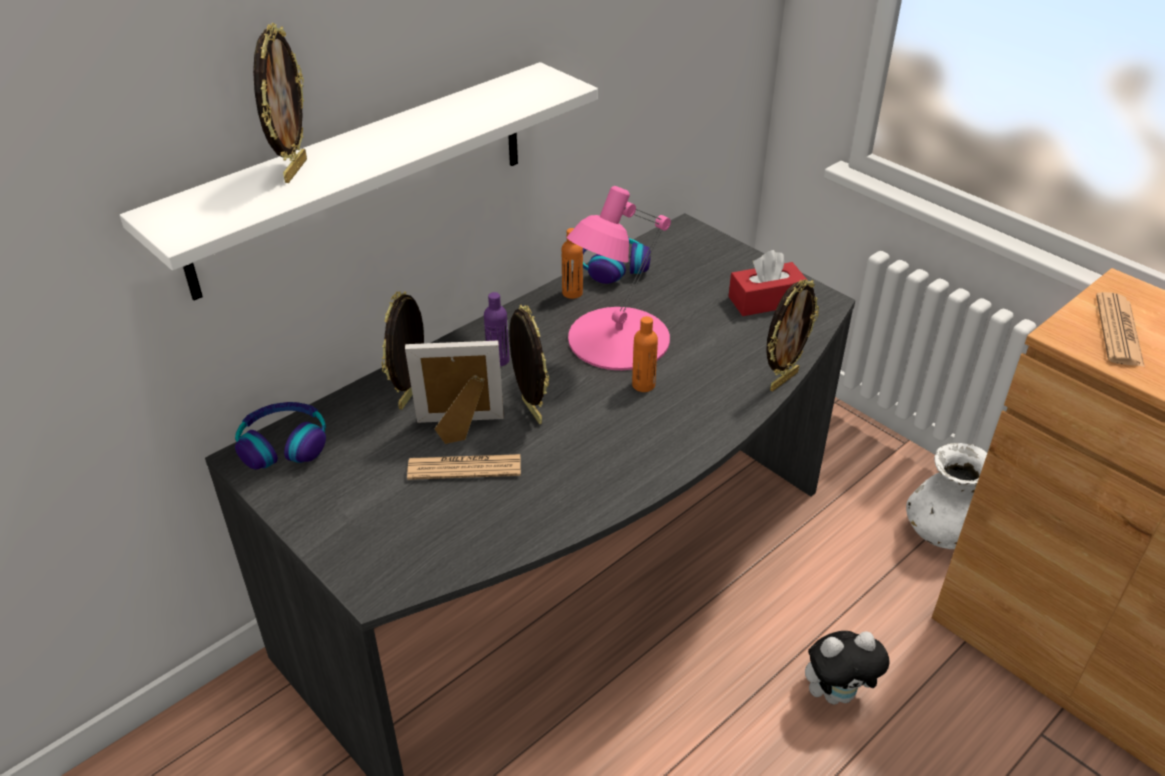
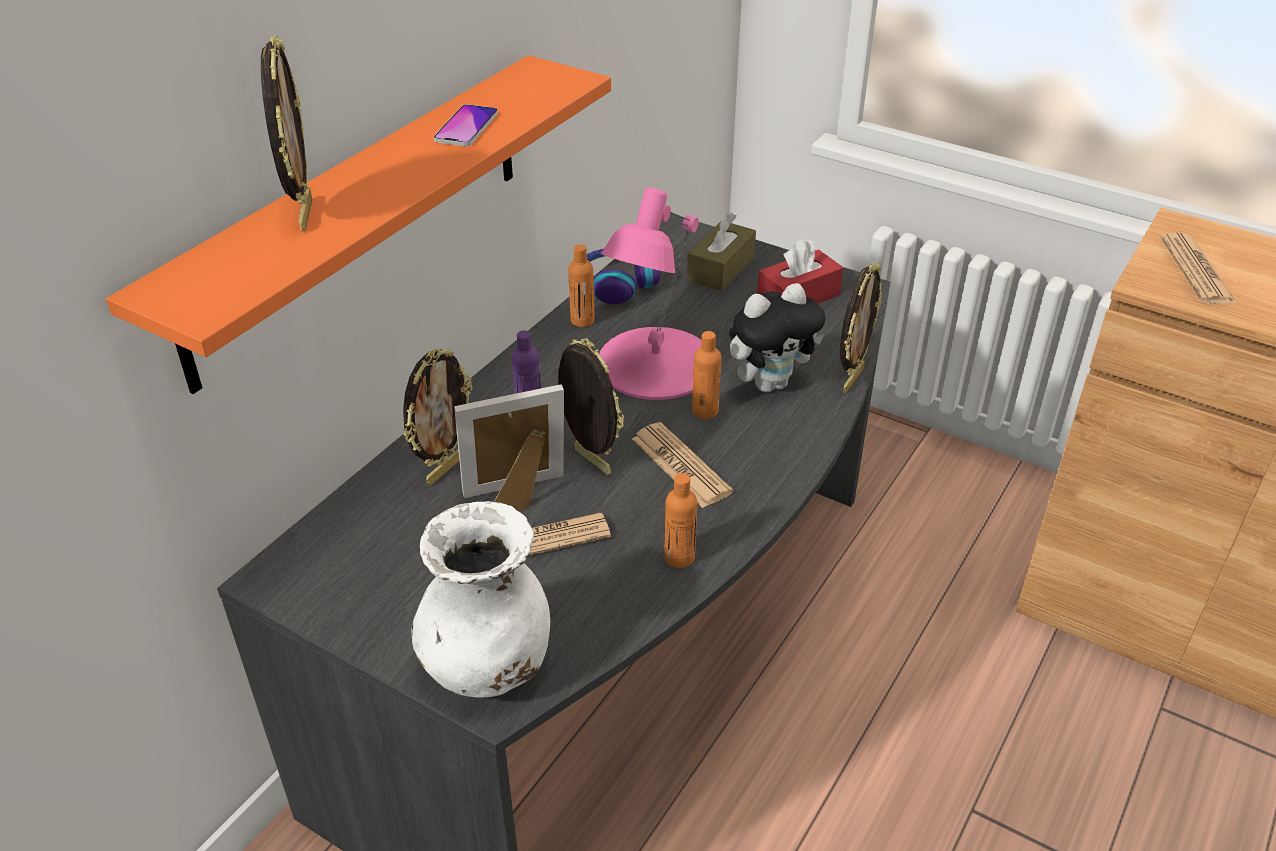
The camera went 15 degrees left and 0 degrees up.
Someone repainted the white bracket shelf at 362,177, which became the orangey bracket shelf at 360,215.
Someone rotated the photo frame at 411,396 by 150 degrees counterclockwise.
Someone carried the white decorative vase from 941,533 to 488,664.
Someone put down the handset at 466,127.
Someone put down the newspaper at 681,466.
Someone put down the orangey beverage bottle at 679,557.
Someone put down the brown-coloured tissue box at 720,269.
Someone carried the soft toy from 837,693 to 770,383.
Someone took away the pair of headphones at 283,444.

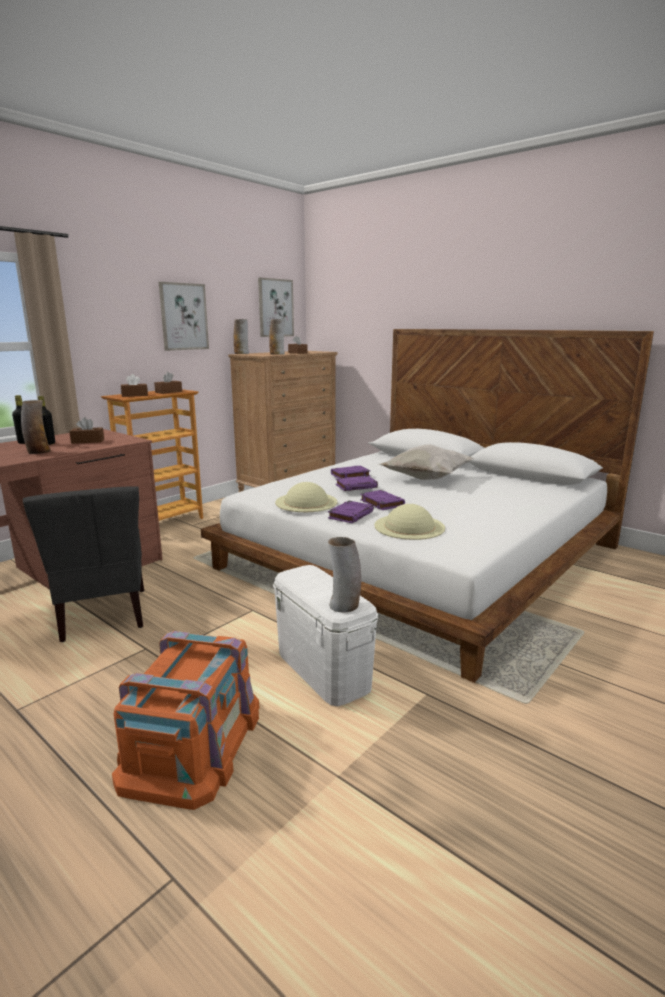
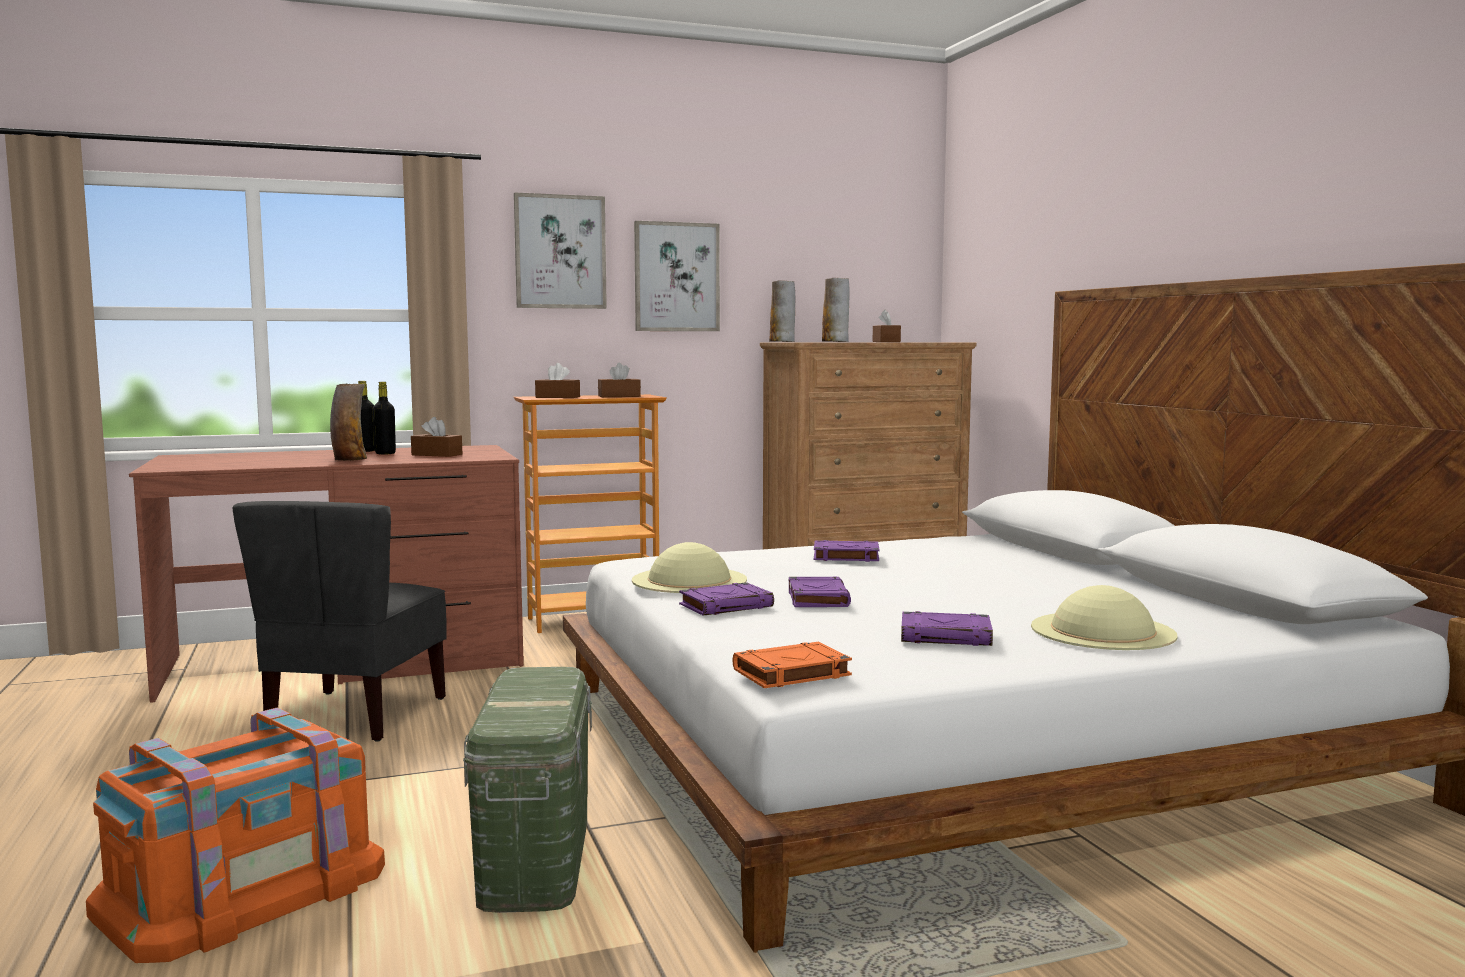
The camera went 30 degrees right and 10 degrees down.
Someone repainted the white storage container at 323,669, which became the greenish storage container at 536,859.
Someone carried the wall art from 275,308 to 560,252.
Someone put down the orangey book at 790,673.
Someone carried the purplish book from 356,486 to 946,636.
Someone carried the beige wearable hat from 409,526 to 1102,630.
Someone took away the decorative vase at 344,606.
Someone took away the white cushion at 426,479.

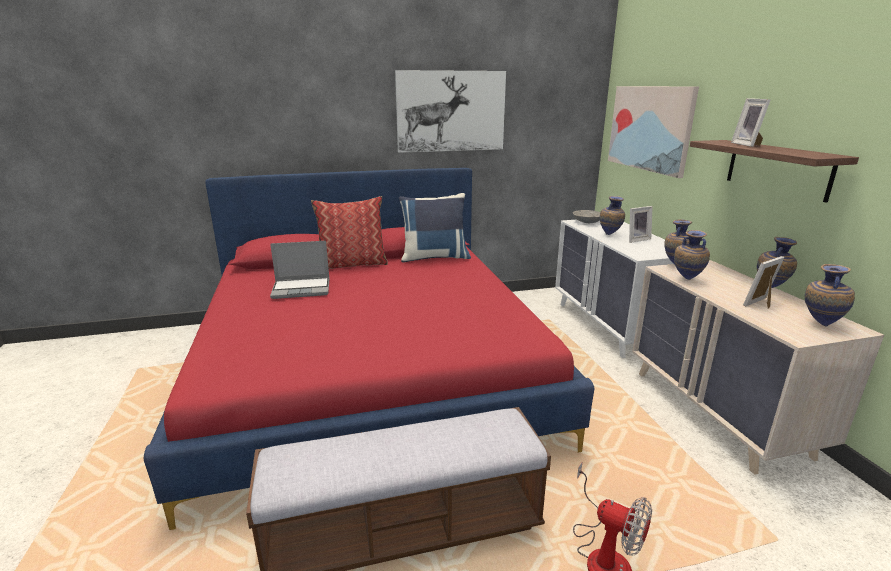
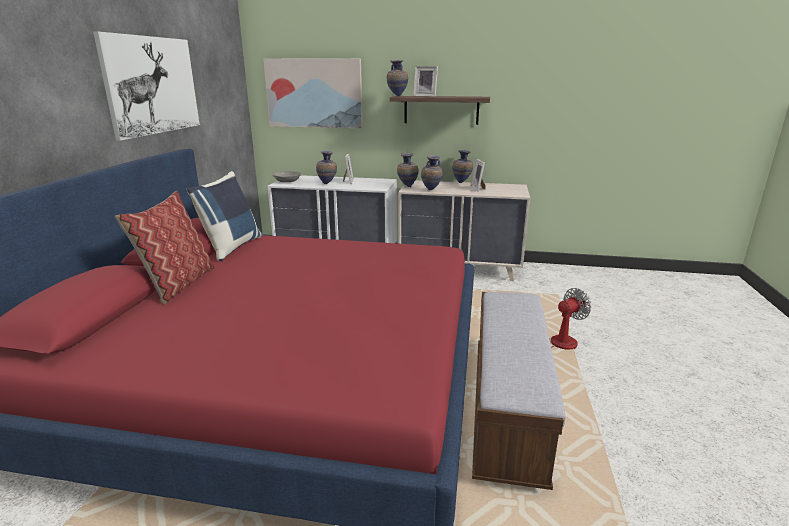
The camera went 65 degrees left and 0 degrees up.
Someone carried the decorative vase from 819,324 to 396,96.
Someone took away the laptop at 302,289.

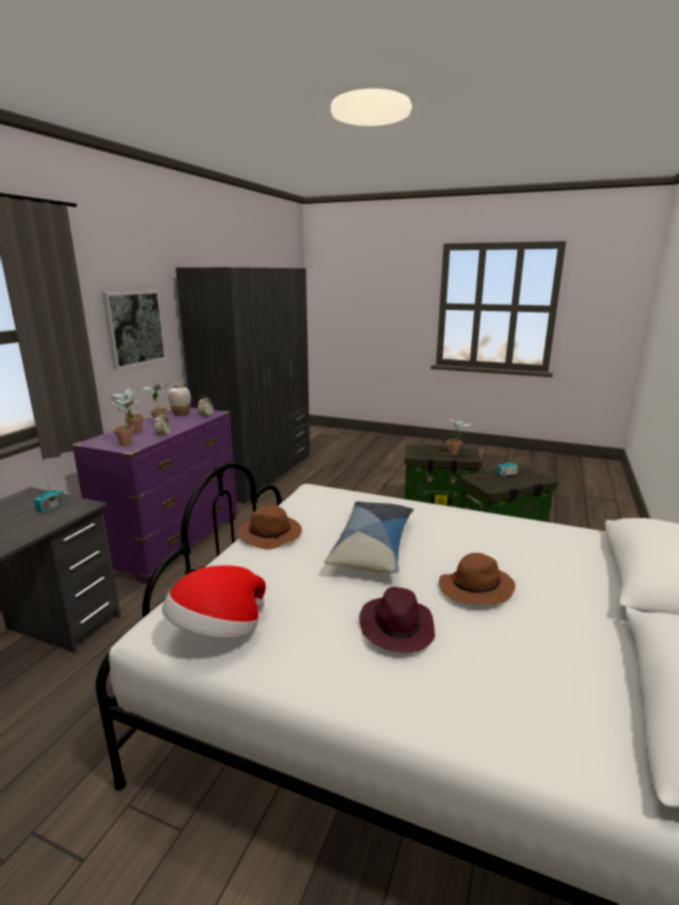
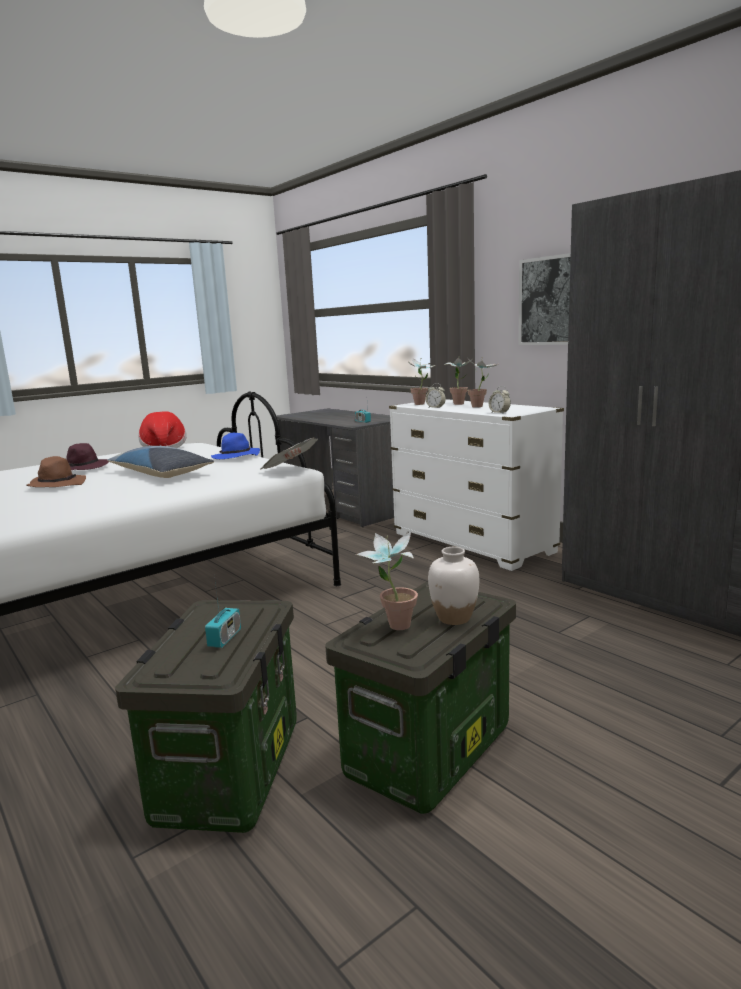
The camera went 120 degrees right and 5 degrees down.
Someone repainted the brown-coloured wearable hat at 271,535, which became the bluish wearable hat at 236,457.
Someone put down the newspaper at 290,470.
Someone repainted the purplish drawer chest at 173,542, which became the white drawer chest at 472,543.
Someone carried the white decorative vase from 181,414 to 454,618.

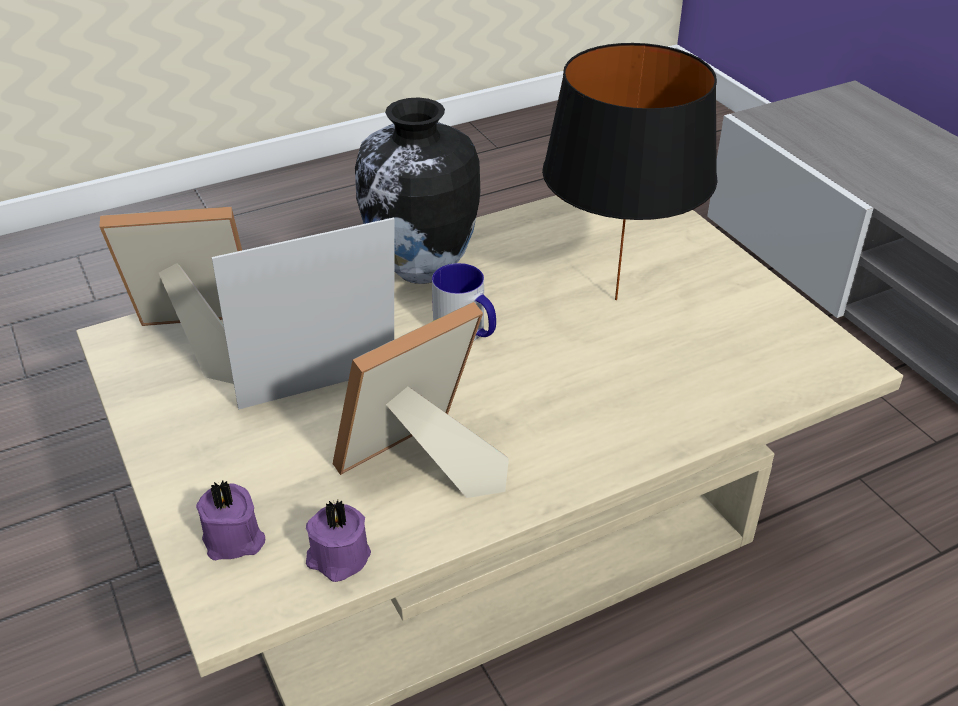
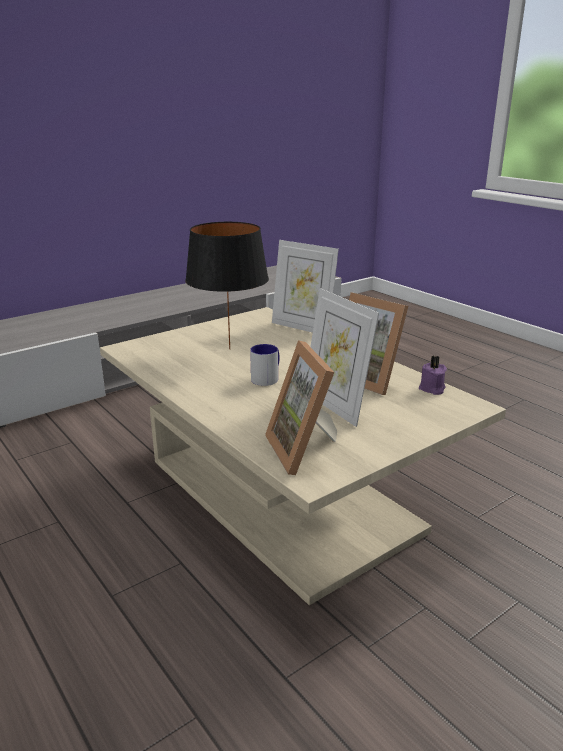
The camera went 100 degrees left and 15 degrees down.
Someone put down the photo frame at 303,327.
Someone took away the purplish wax candle at 234,541.
Someone took away the decorative vase at 421,271.

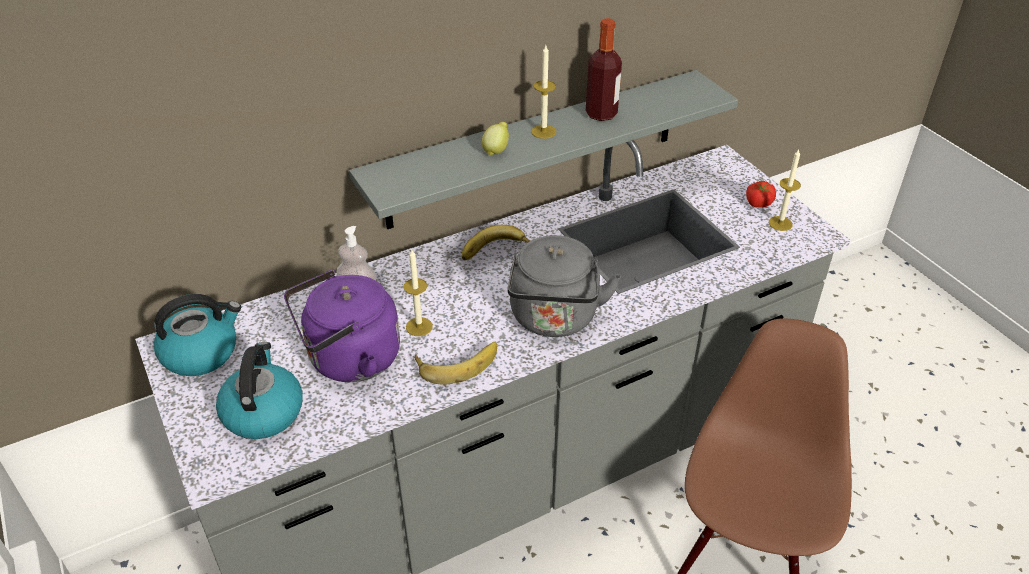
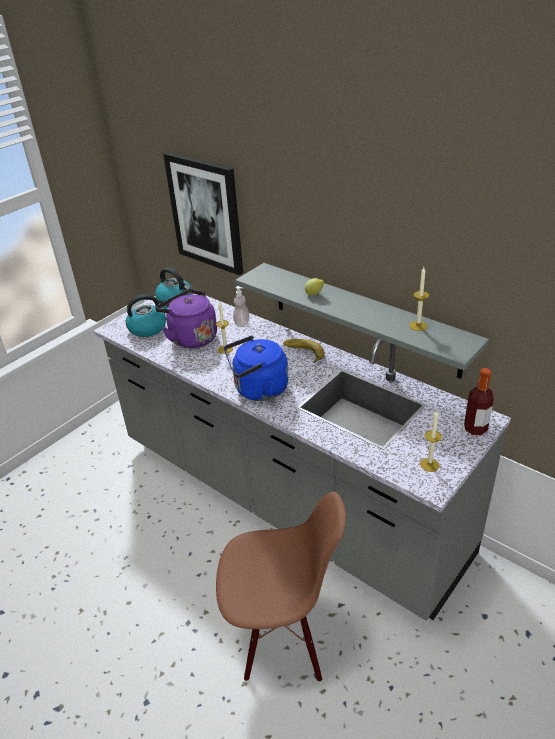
The camera went 70 degrees right and 5 degrees down.
Someone put up the wall art at 206,213.
Someone repainted the grey kettle at 554,319, which became the bluish kettle at 258,390.
Someone carried the wax candle from 543,131 to 418,326.
Someone carried the beverage bottle from 601,114 to 475,429.
Someone took away the whole banana at 457,362.
Someone took away the tomato at 758,202.

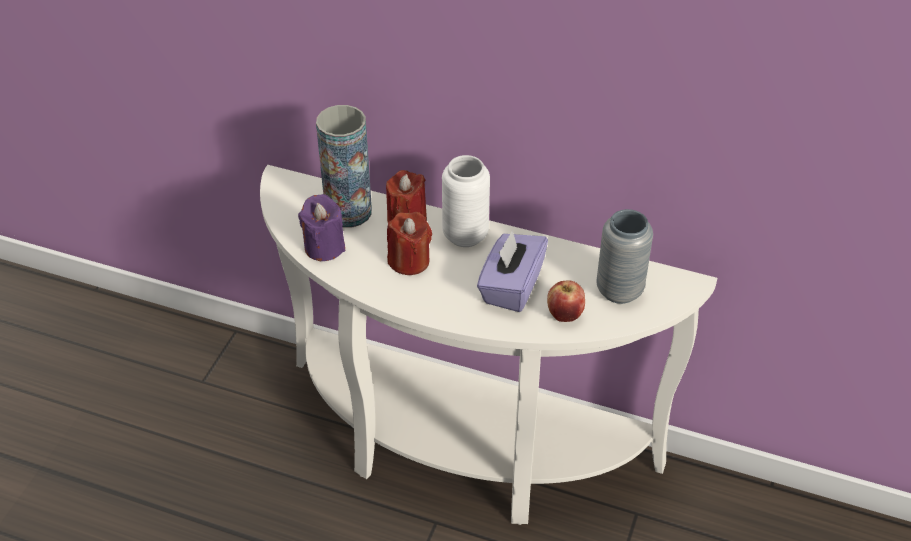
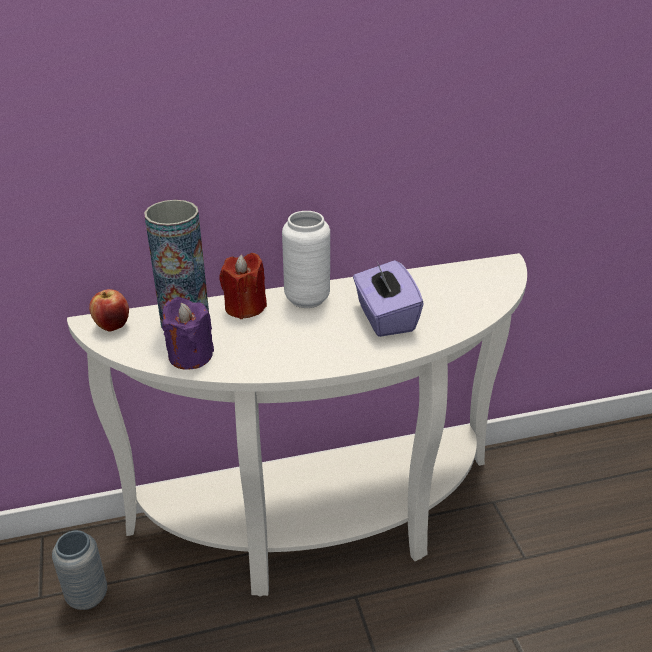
The camera went 35 degrees left and 10 degrees down.
Someone carried the grey decorative vase from 619,290 to 87,596.
Someone carried the apple from 565,315 to 113,326.
Someone took away the red wax candle at 409,261.

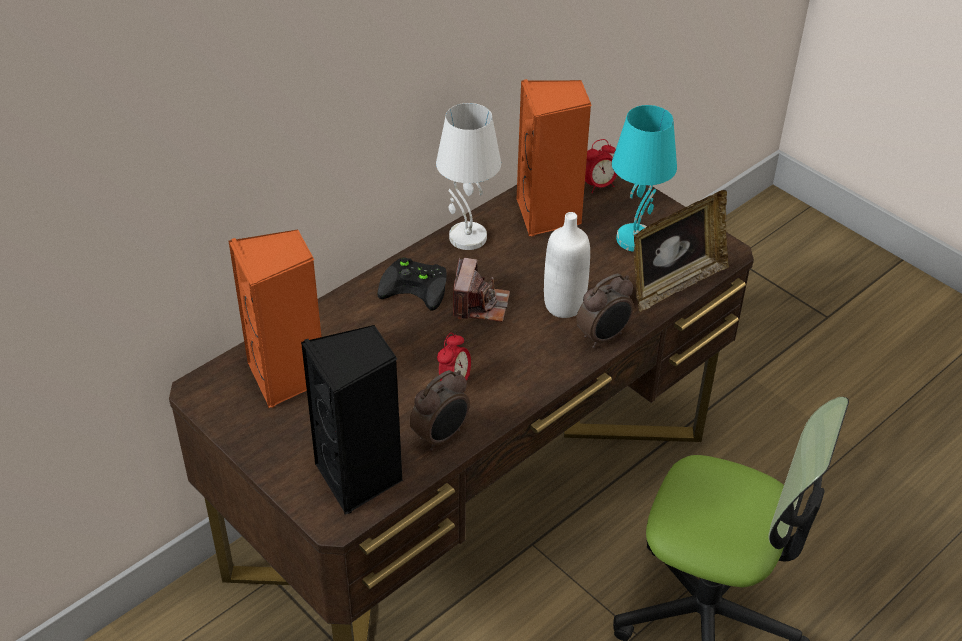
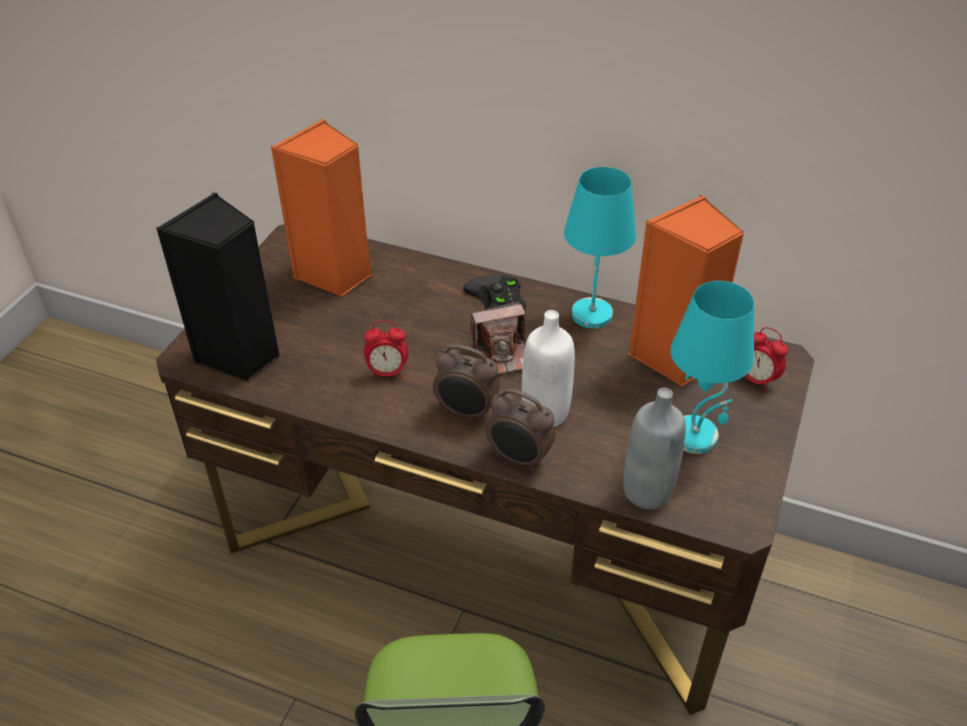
The camera went 65 degrees right and 0 degrees up.
Someone carried the alarm clock from 441,436 to 466,412.
Someone repainted the white tabletop lamp at 466,237, which became the turquoise tabletop lamp at 591,314.
Someone swapped the photo frame at 674,284 for the grey beverage bottle at 647,492.

